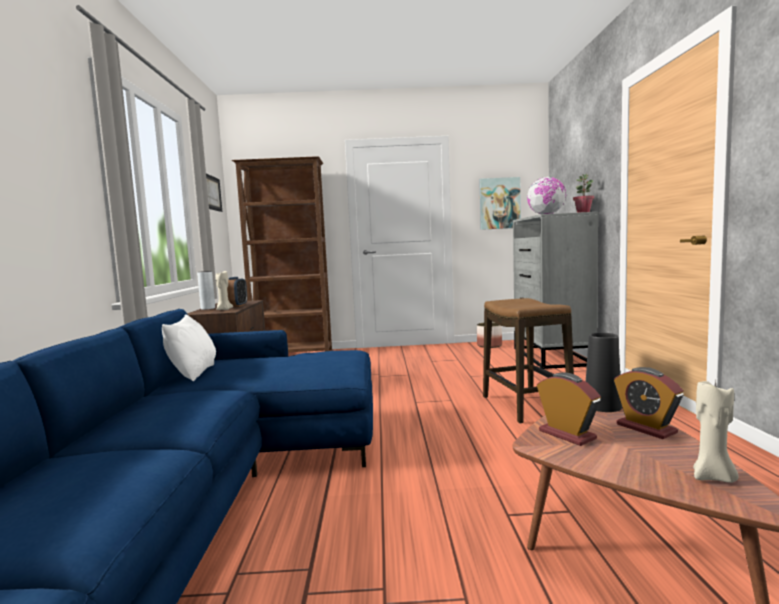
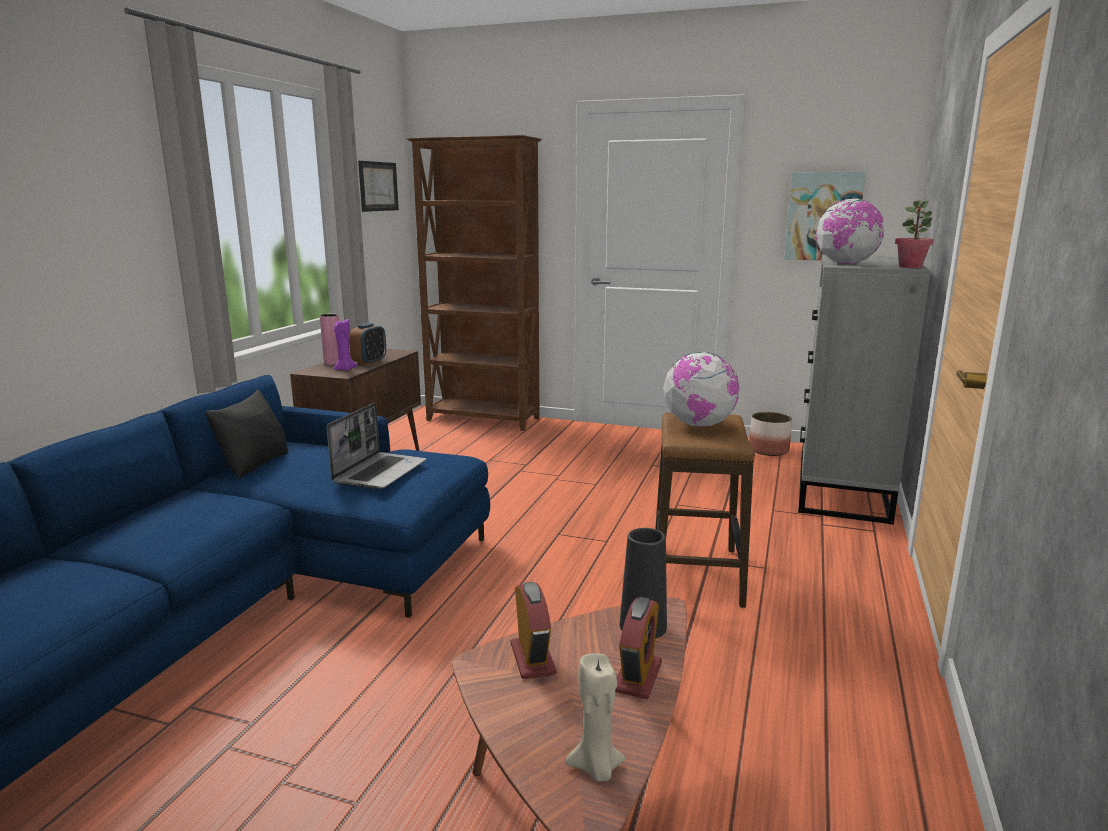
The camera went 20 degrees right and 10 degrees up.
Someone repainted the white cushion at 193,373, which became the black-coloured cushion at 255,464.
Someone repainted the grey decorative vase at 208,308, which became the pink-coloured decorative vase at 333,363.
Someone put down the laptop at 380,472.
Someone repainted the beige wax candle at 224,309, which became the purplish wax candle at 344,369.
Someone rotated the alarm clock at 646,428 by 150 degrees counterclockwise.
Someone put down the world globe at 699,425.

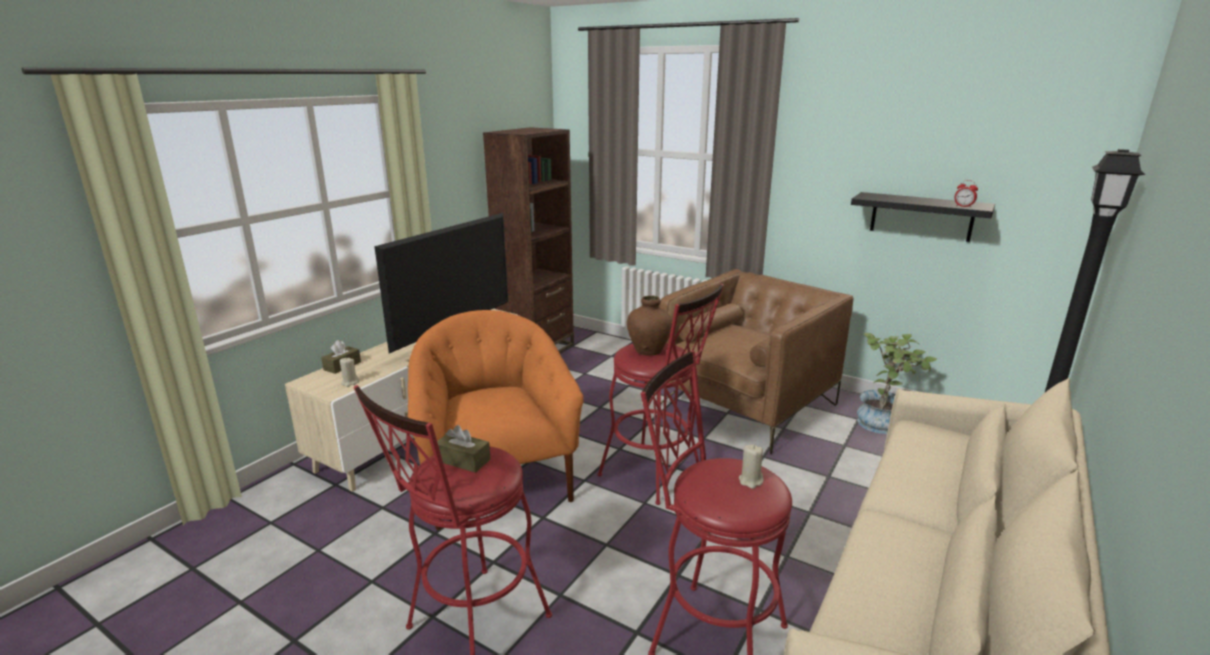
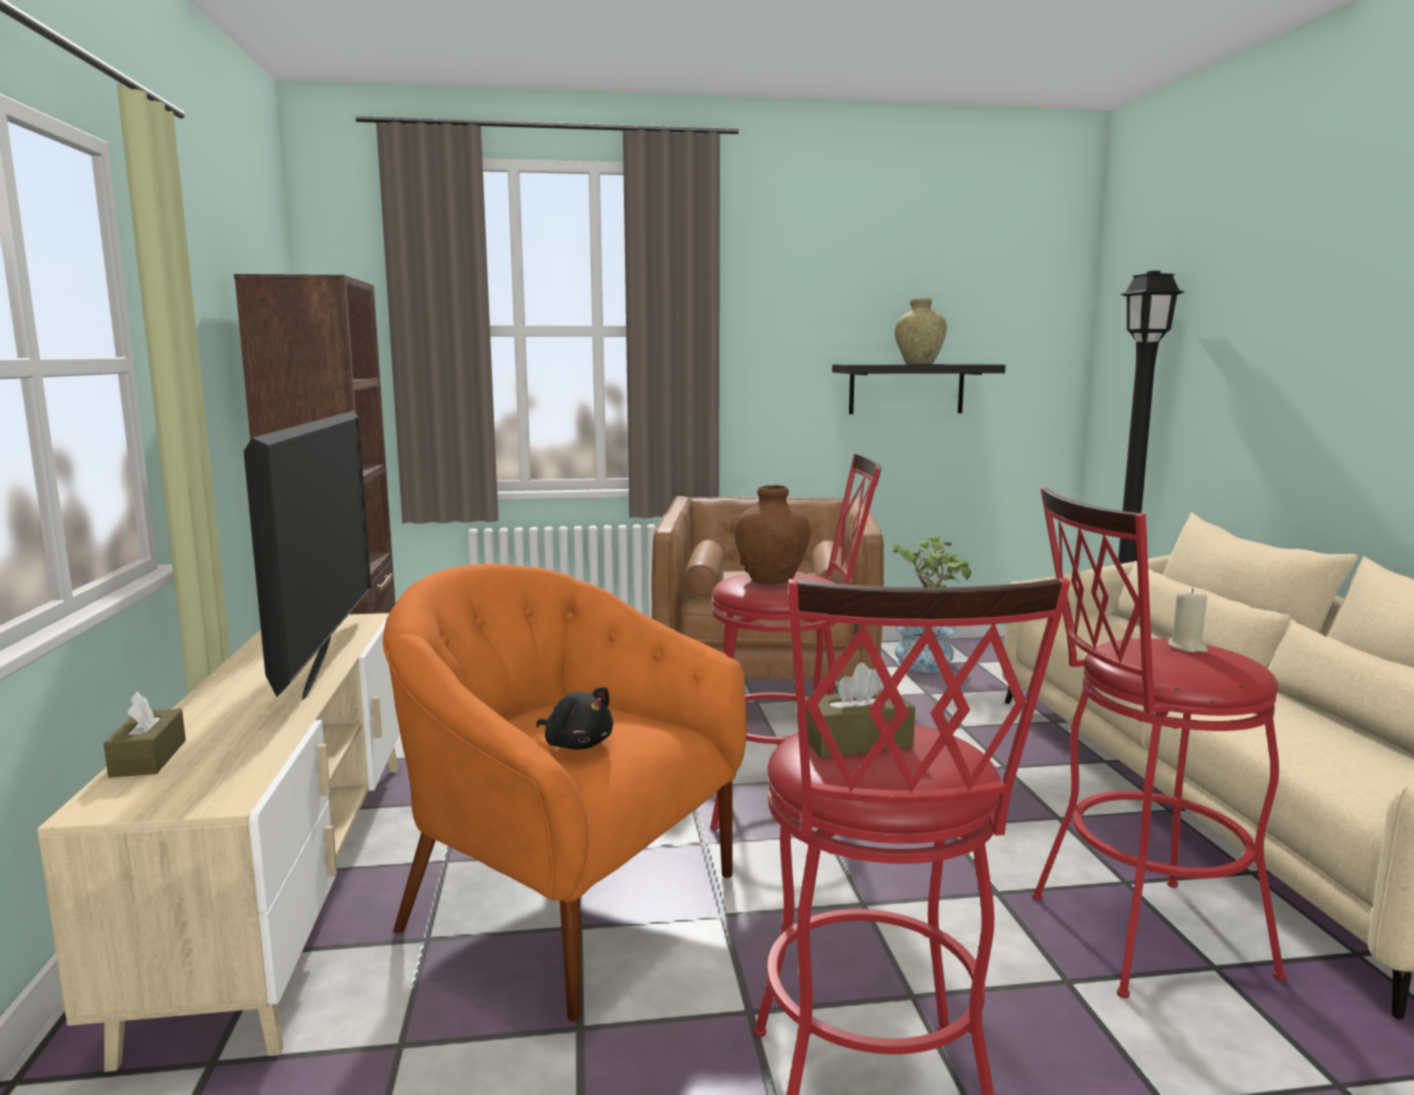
The camera went 40 degrees left and 10 degrees down.
Someone put down the black-coloured soft toy at 577,744.
Someone put down the beige decorative vase at 919,364.
Someone took away the beige wax candle at 350,382.
Someone took away the alarm clock at 963,206.

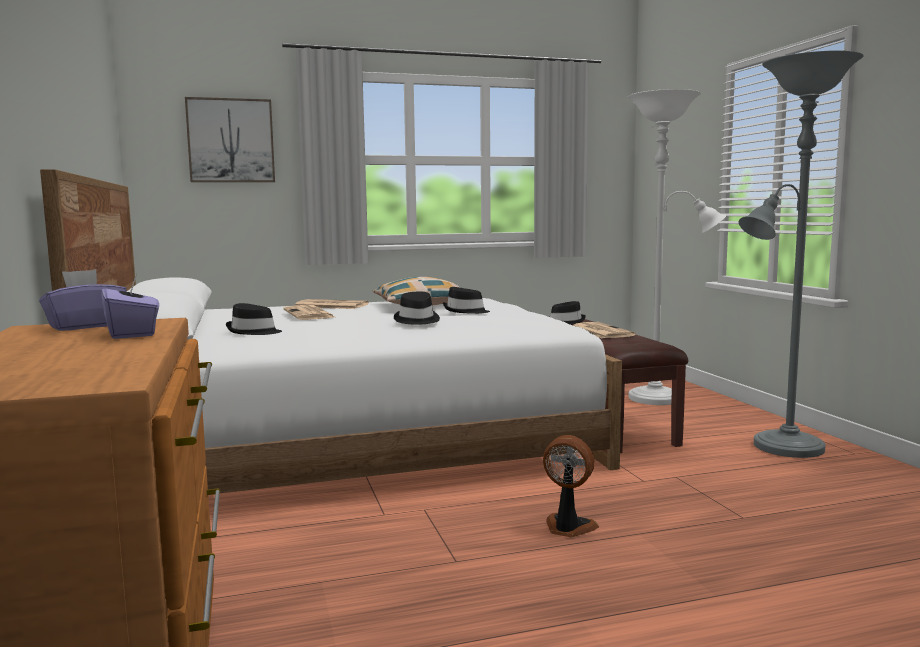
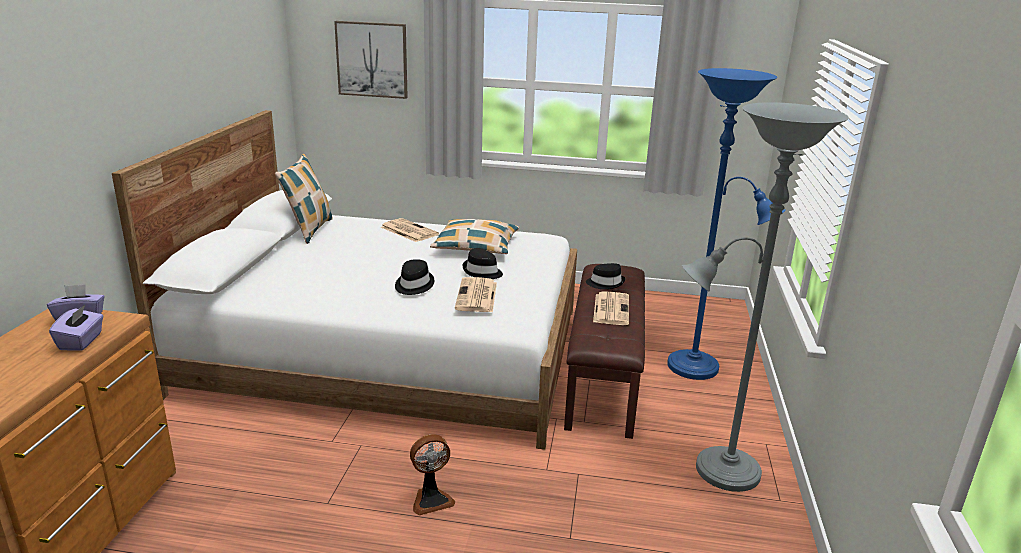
The camera went 25 degrees right and 15 degrees up.
Someone put down the cushion at 309,230.
Someone rotated the electric fan at 568,528 by 105 degrees clockwise.
Someone carried the newspaper from 309,314 to 477,296.
Someone repainted the white standard lamp at 662,398, which became the bluish standard lamp at 699,368.
Someone took away the black-coloured wearable hat at 253,332.

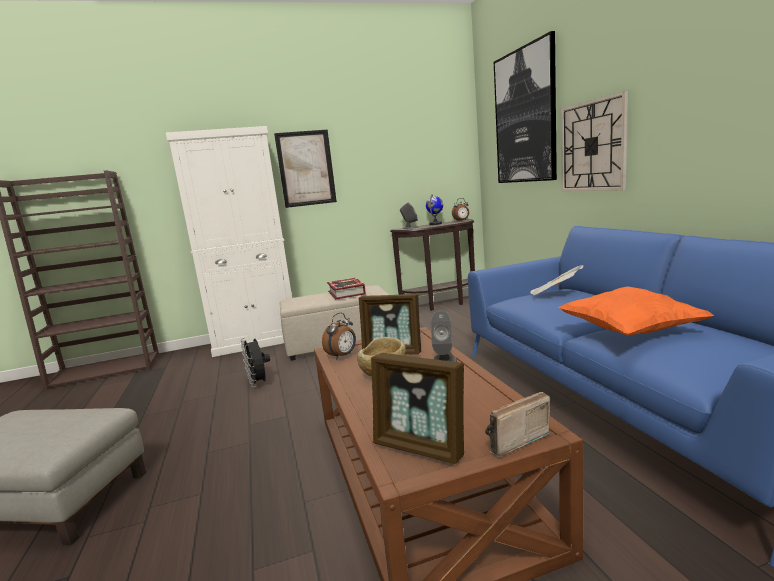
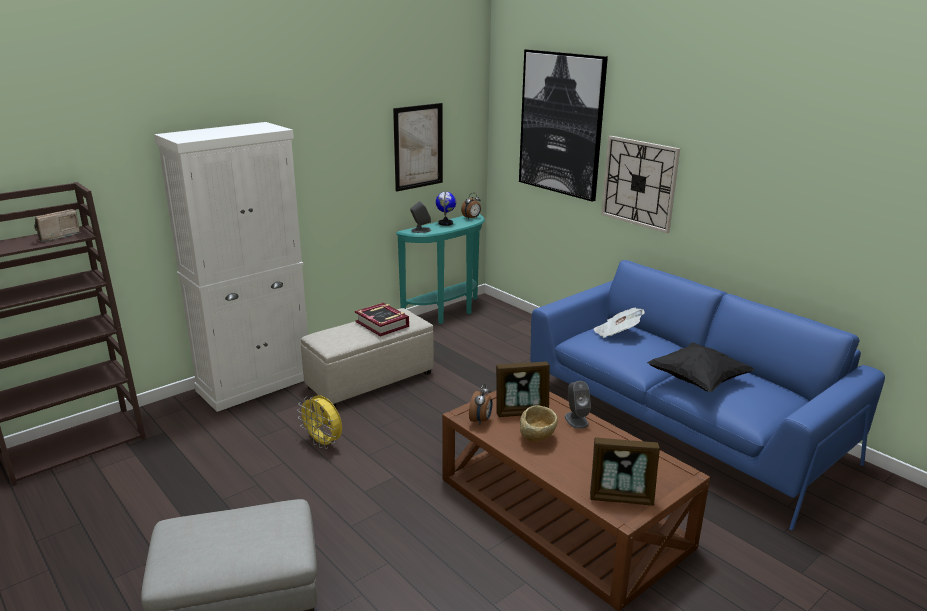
The camera went 25 degrees left and 10 degrees up.
Someone carried the radio set from 511,440 to 56,236.
Someone repainted the black-coloured electric fan at 259,384, which became the yellow electric fan at 323,443.
Someone carried the wall art from 306,168 to 418,146.
Someone repainted the brown-coloured console table at 442,304, which became the turquoise console table at 447,313.
Someone repainted the orangey cushion at 630,333, which became the black-coloured cushion at 698,381.

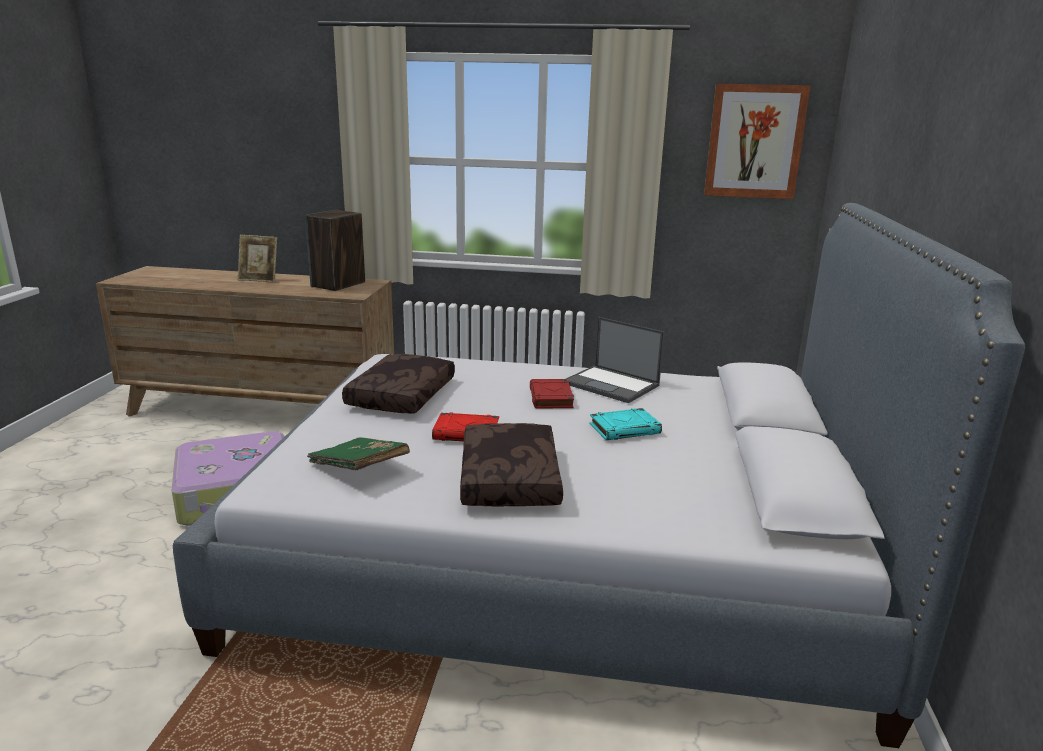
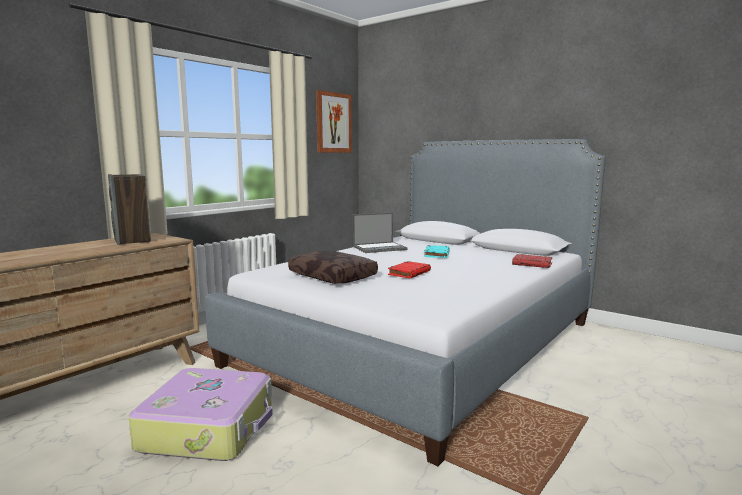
The camera went 60 degrees left and 10 degrees down.
Someone carried the red book from 551,398 to 532,264.
Someone took away the photo frame at 259,280.
Someone took away the greenish book at 359,468.
Someone took away the brown-coloured cushion at 512,479.

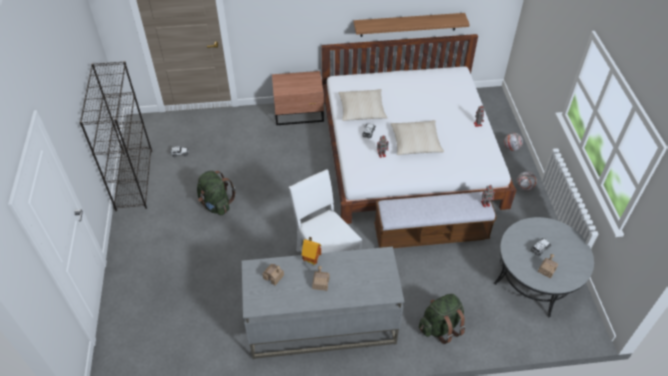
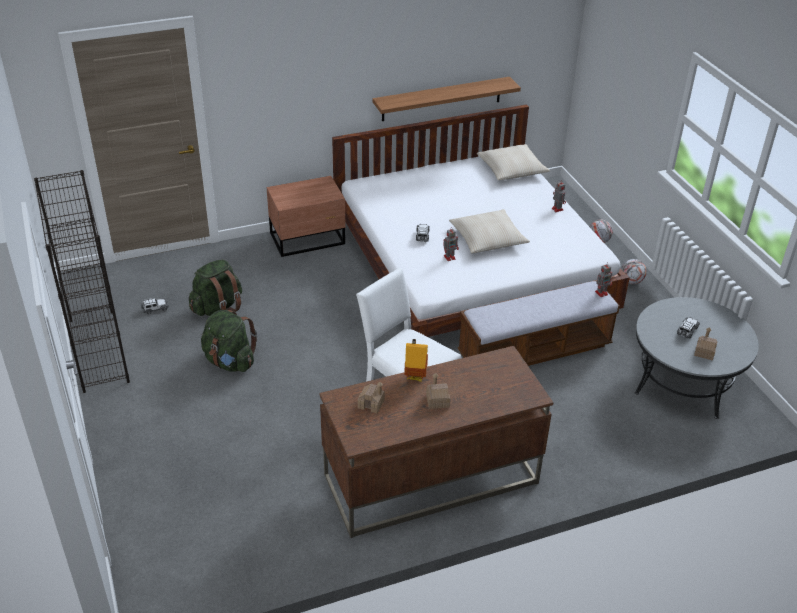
The camera went 15 degrees left and 10 degrees down.
Someone carried the greenish knapsack from 440,326 to 217,308.
Someone repainted the grey desk unit at 321,324, which became the brown-coloured desk unit at 430,479.
Someone carried the beige cushion from 362,110 to 511,169.

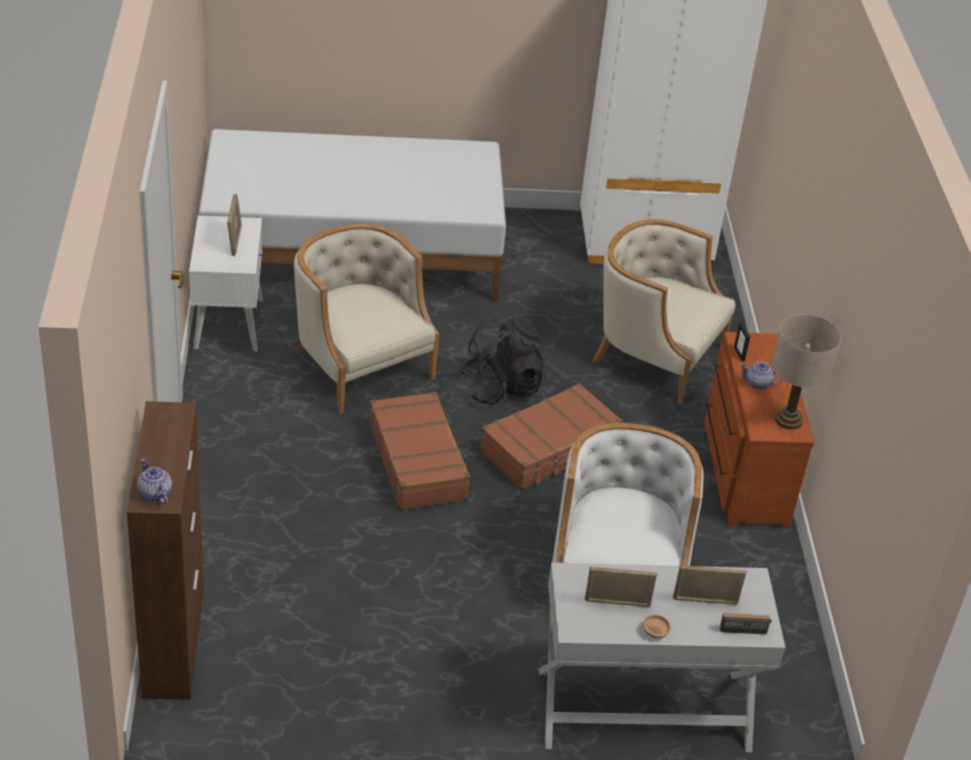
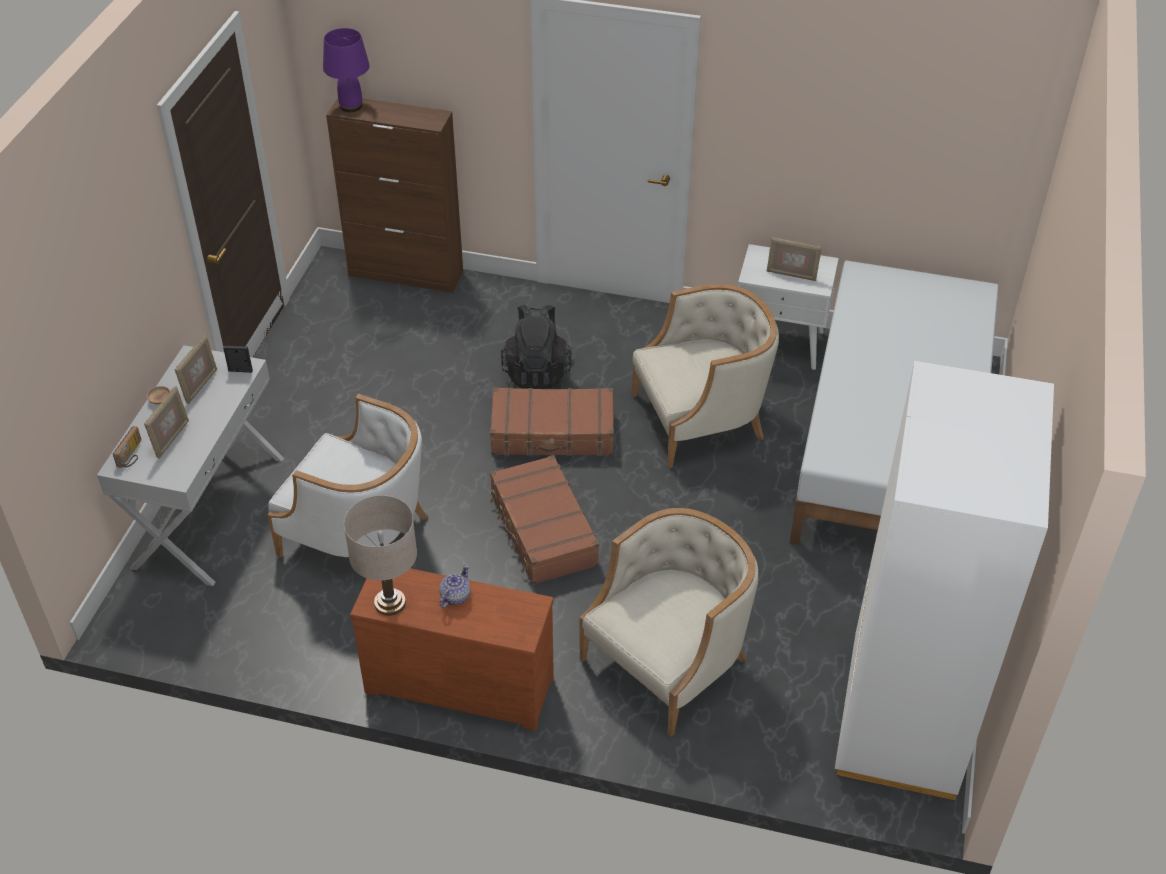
The camera went 110 degrees right and 5 degrees up.
Someone carried the photo frame from 739,354 to 240,371.
Someone swapped the teapot at 154,494 for the purplish tabletop lamp at 350,106.
Someone carried the black-coloured knapsack from 502,387 to 537,371.

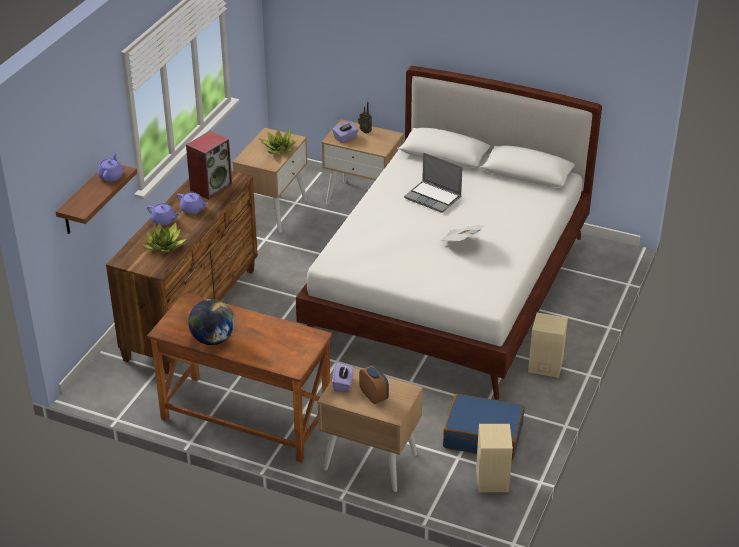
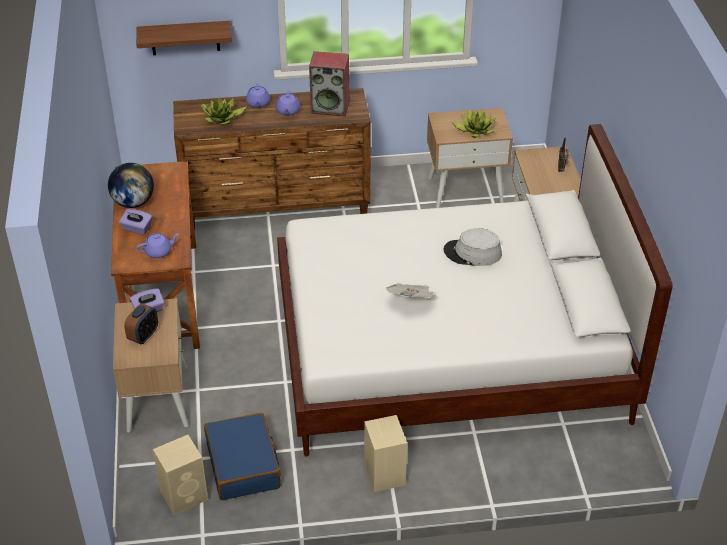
The camera went 60 degrees right and 5 degrees up.
Someone carried the purplish tissue box from 345,138 to 137,229.
Someone carried the purplish teapot from 111,176 to 159,251.
Someone swapped the laptop at 433,198 for the grey wearable hat at 472,253.

